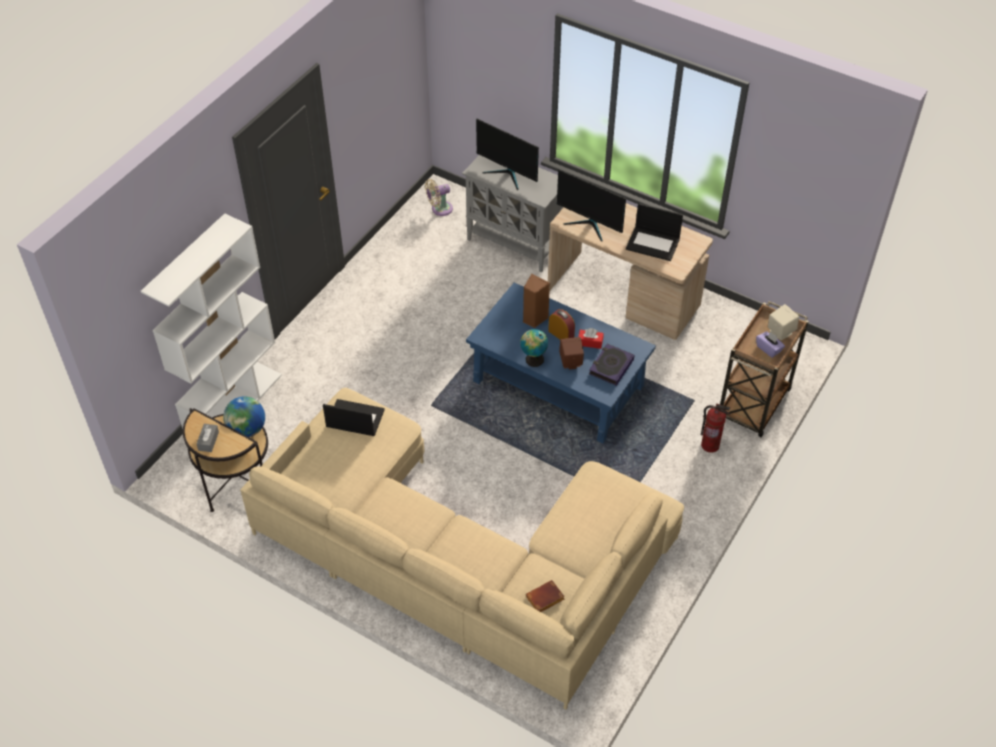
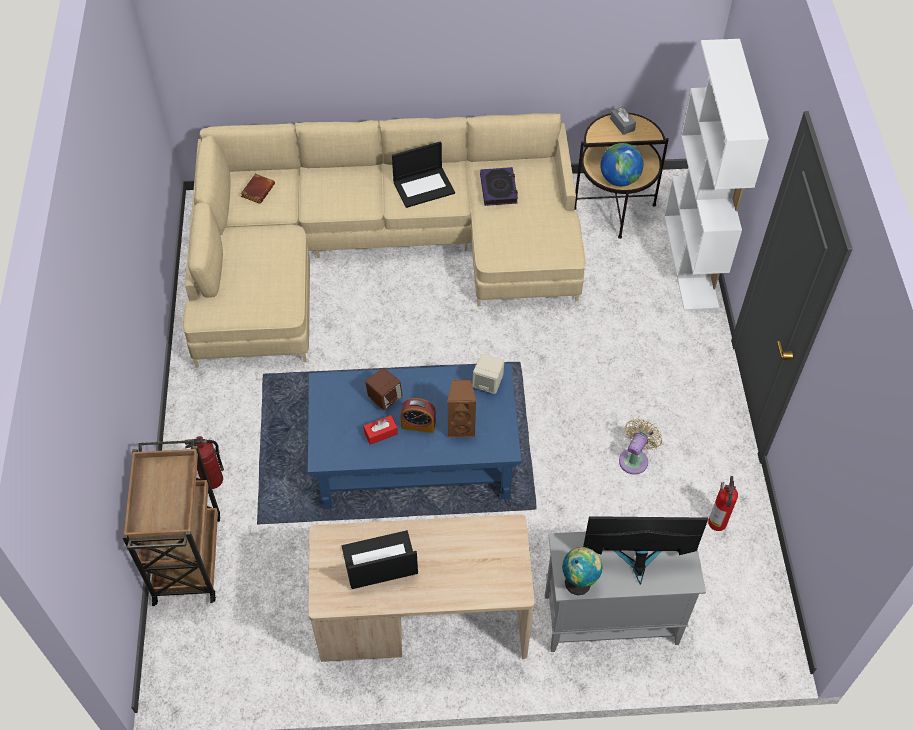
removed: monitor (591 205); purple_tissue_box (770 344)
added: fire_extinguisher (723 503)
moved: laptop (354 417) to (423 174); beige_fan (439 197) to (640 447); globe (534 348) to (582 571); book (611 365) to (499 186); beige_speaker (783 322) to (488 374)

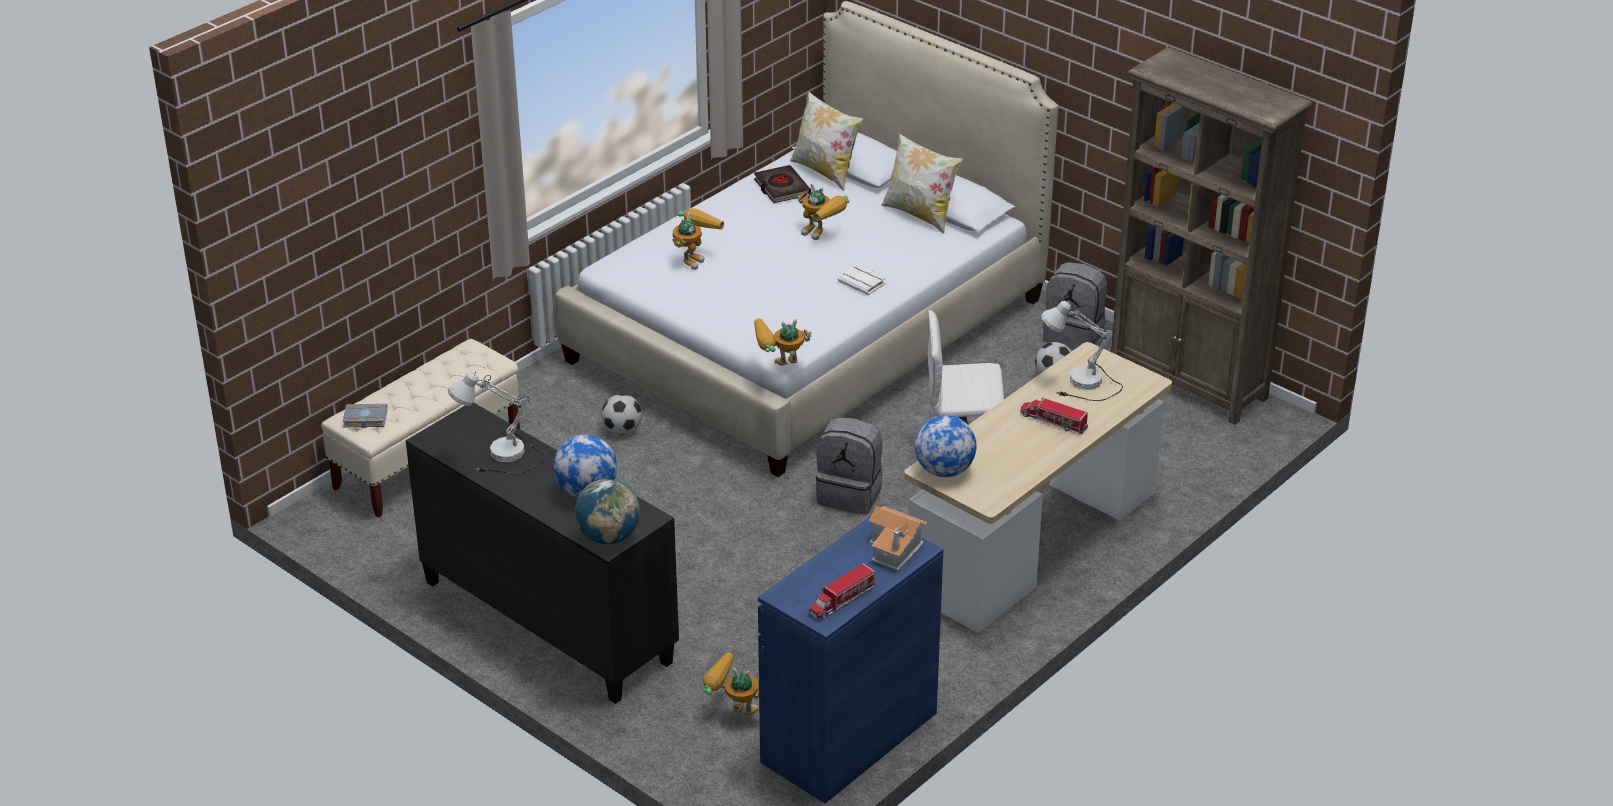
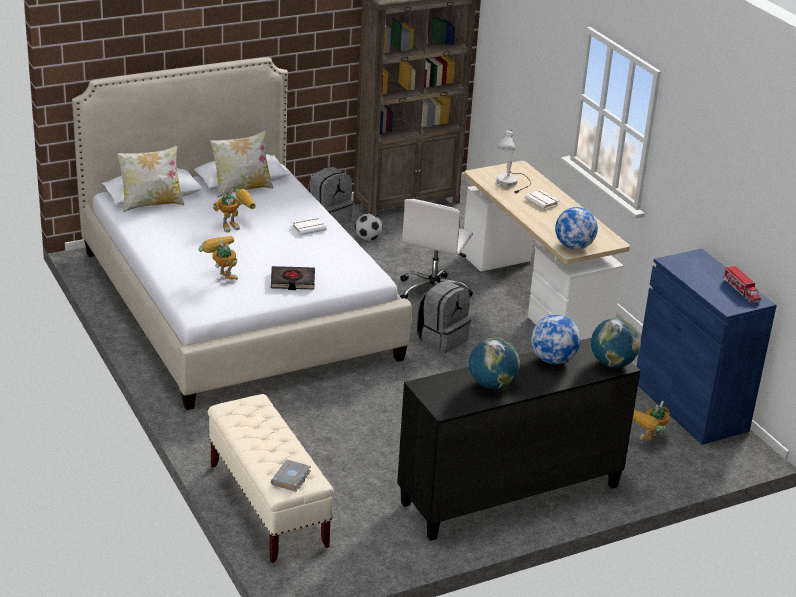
removed: football (621 414); toy_robot (782 342); toy_house (898 538)
moved: black_book (782 184) to (293 278)
replaced: white_table_lamp (497 423) to globe (494 363); toy_truck (1054 415) to white_book (542 200)

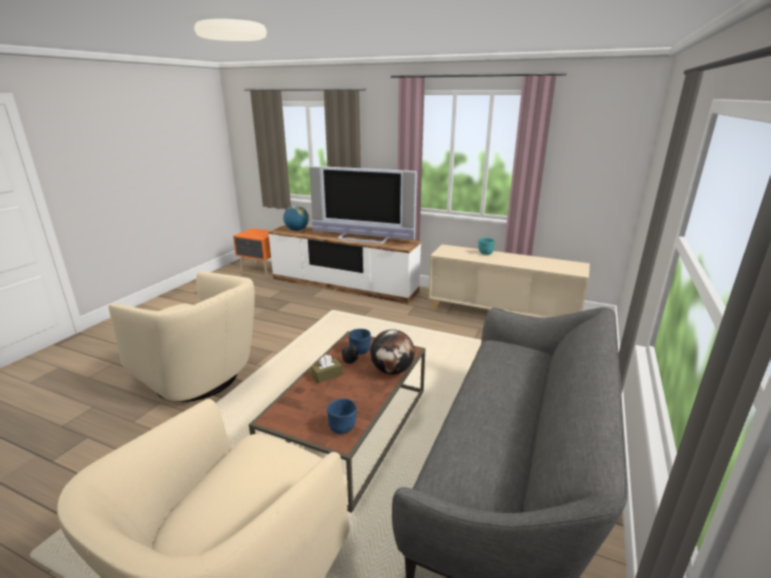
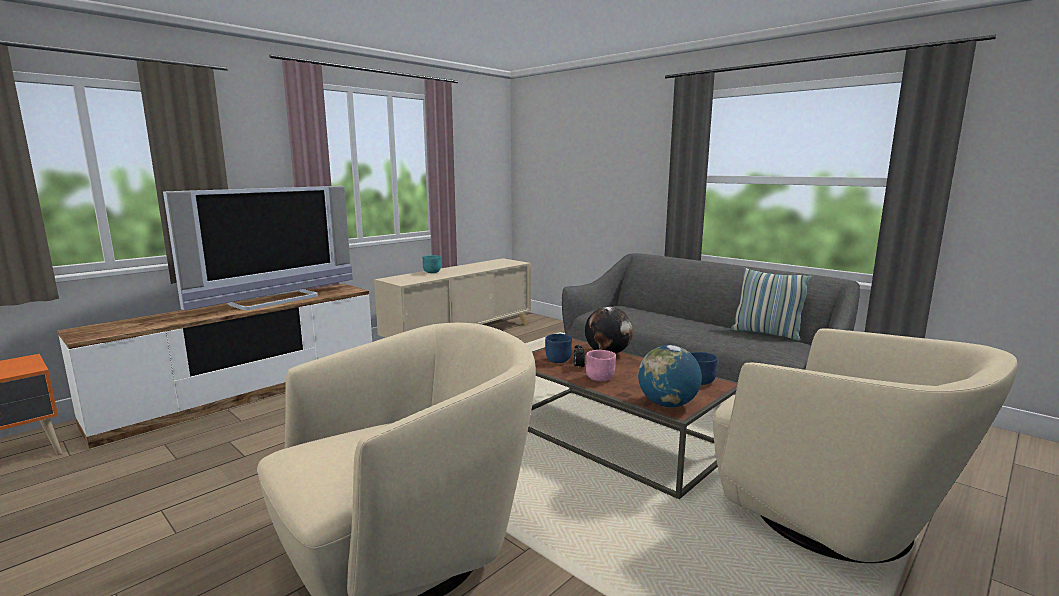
added: pillow (771 304)
moved: globe (296 218) to (670 376)
replaced: brown_tissue_box (327 369) to pink_bowl (601 365)

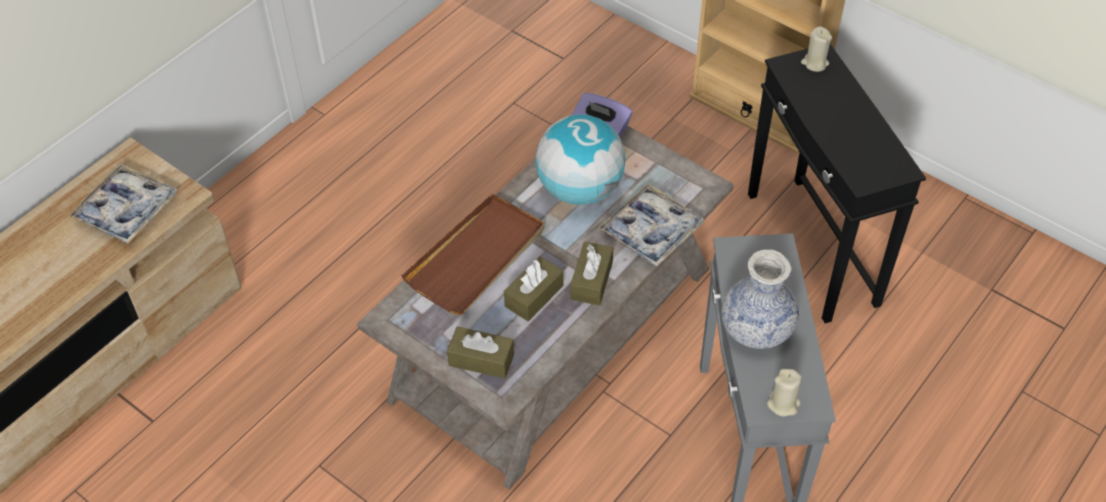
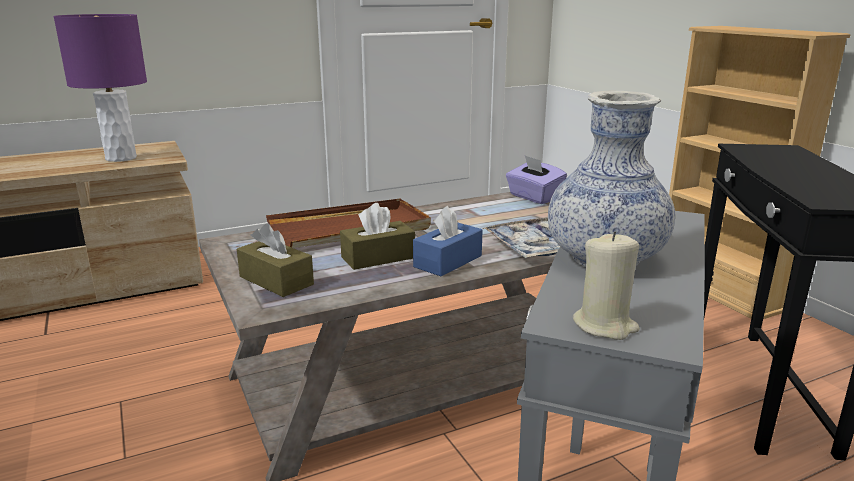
removed: globe (580 159); beige_candle (816 49)
replaced: tray (123 204) to purple_table_lamp (100 88)
recoloured: brown_tissue_box (591 274) to blue_tissue_box (448 241)

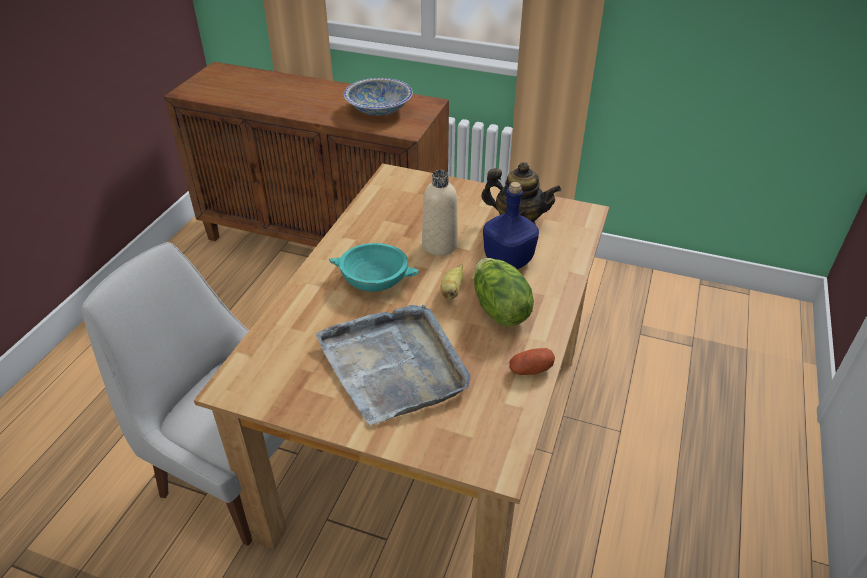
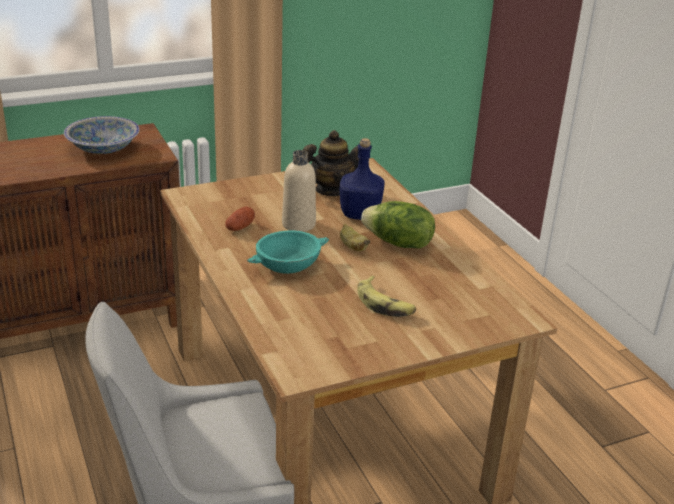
moved: potato (532 361) to (240 219)
replaced: grey_tray (392 365) to banana (386 296)

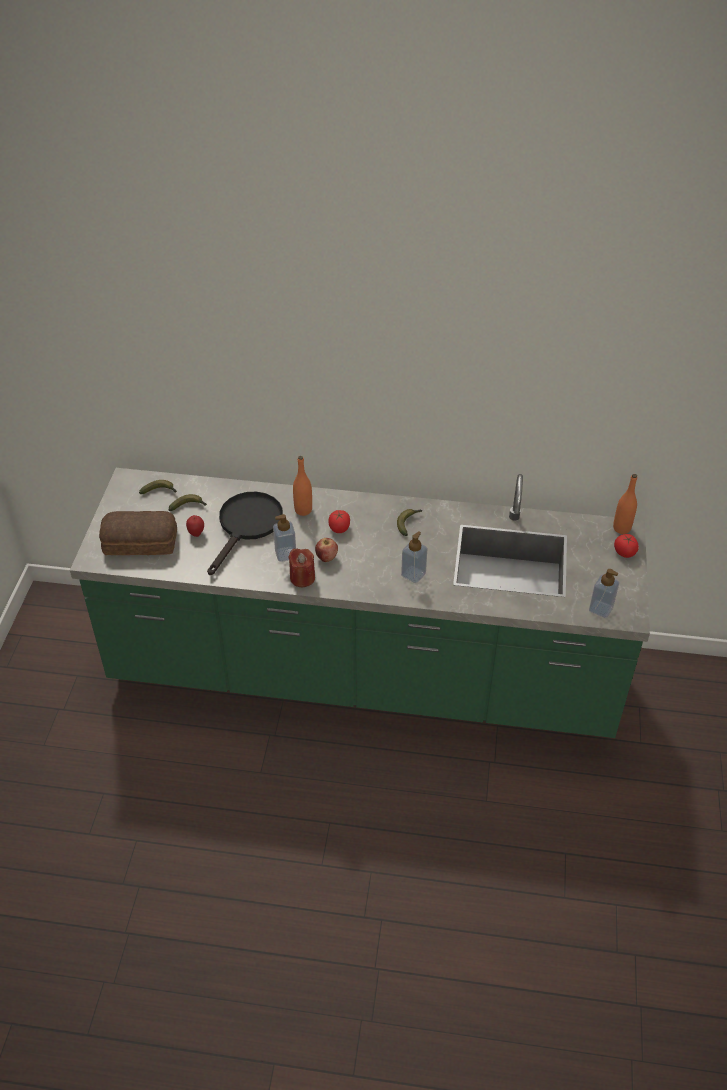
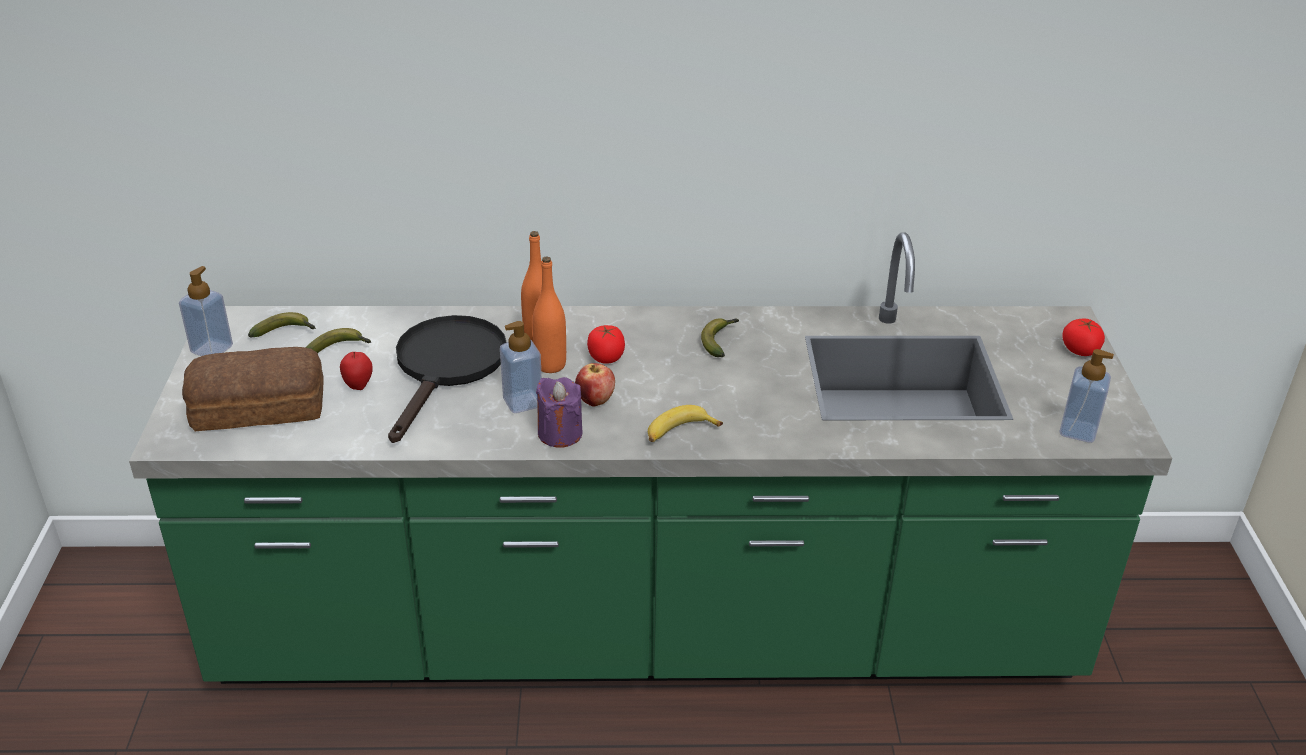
added: banana (685 423)
moved: soap_dispenser (414 557) to (206 311); orange_bottle (625 504) to (549 314)
recoloured: red_candle (301 568) to purple_candle (559 412)

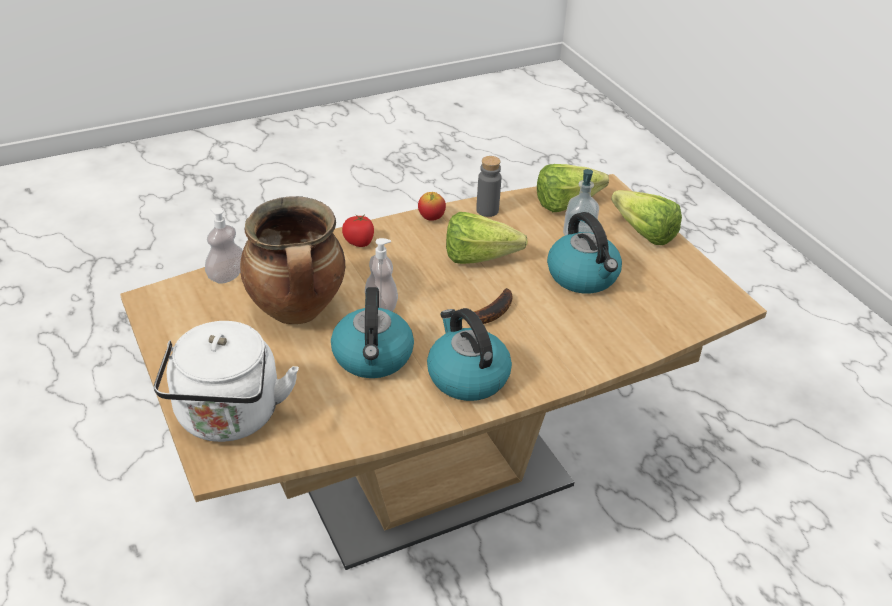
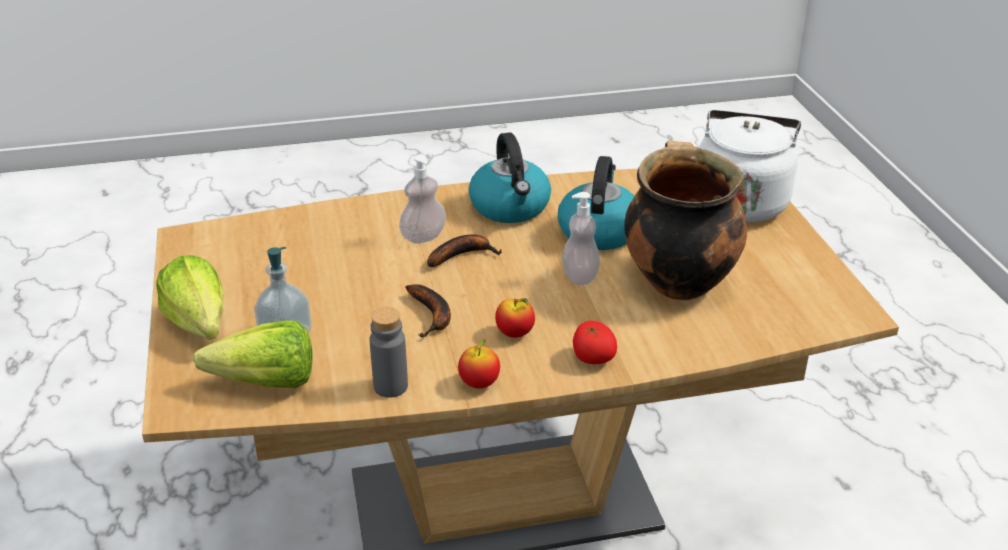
removed: kettle (584 253)
added: apple (515 318)
moved: soap_dispenser (224 246) to (422 199)
replaced: lettuce (487 238) to banana (428 310)

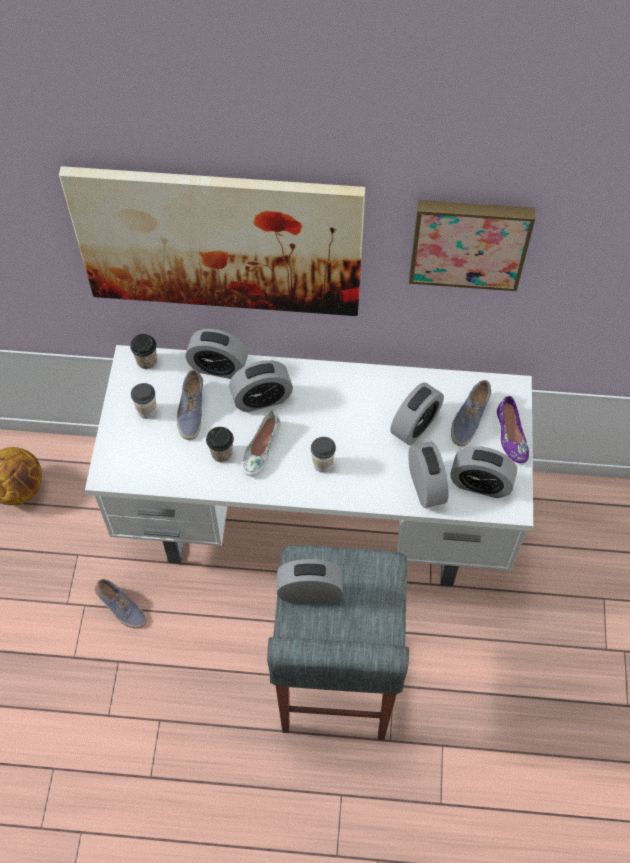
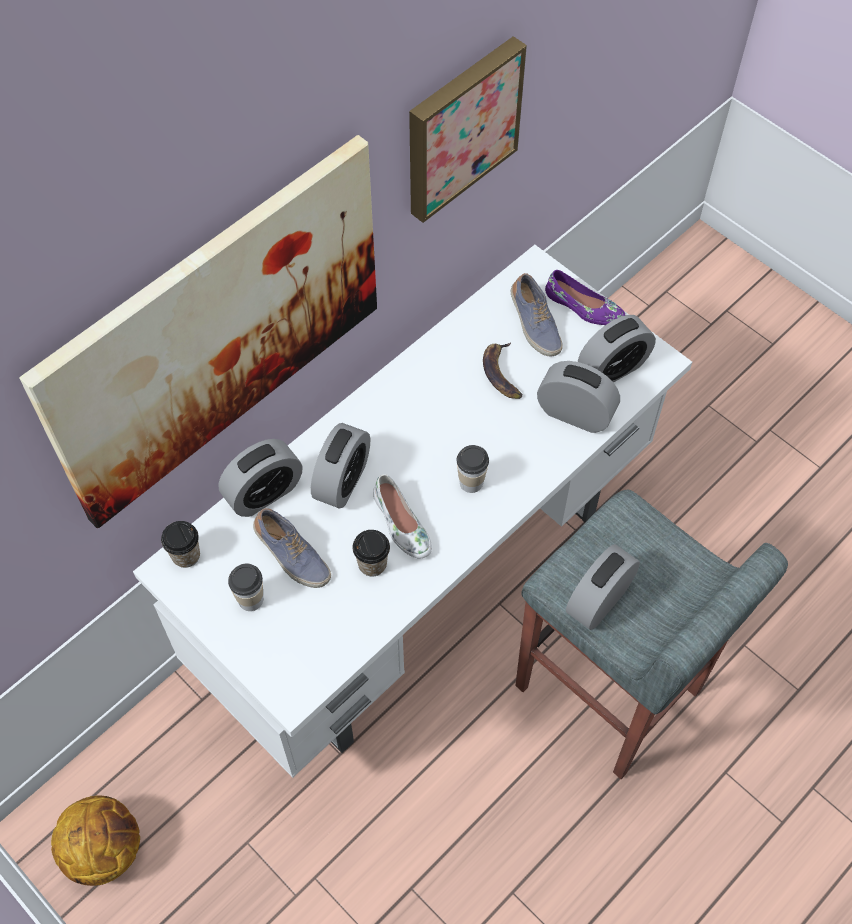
removed: shoe (121 604)
replaced: alarm_clock (417 413) to banana (502 370)

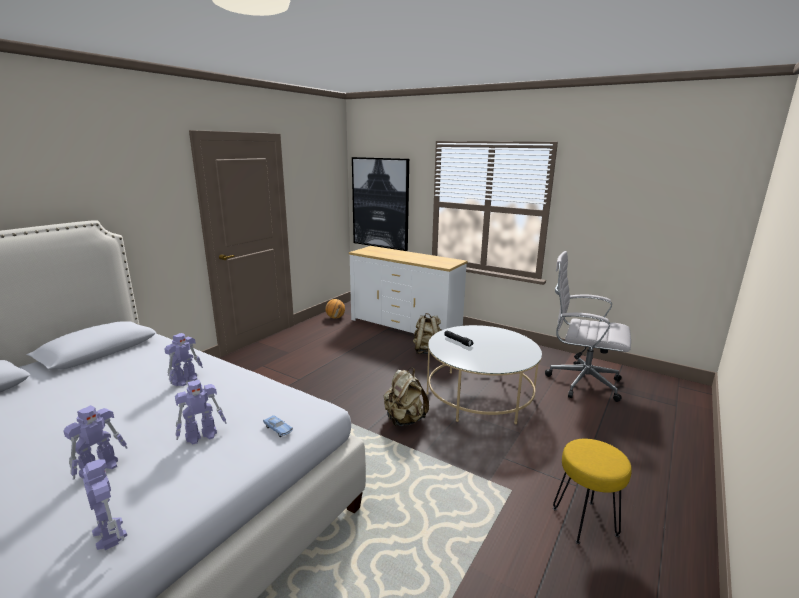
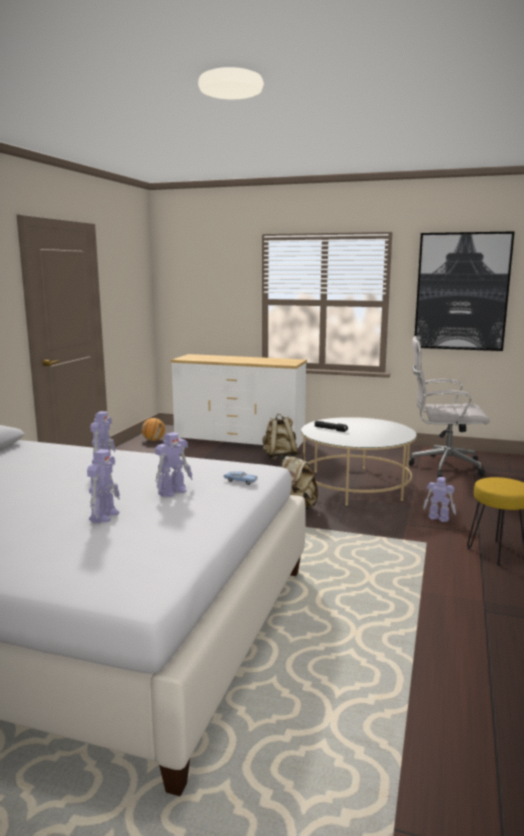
moved: toy_robot (105 504) to (439 499); picture (380 204) to (465 291)

